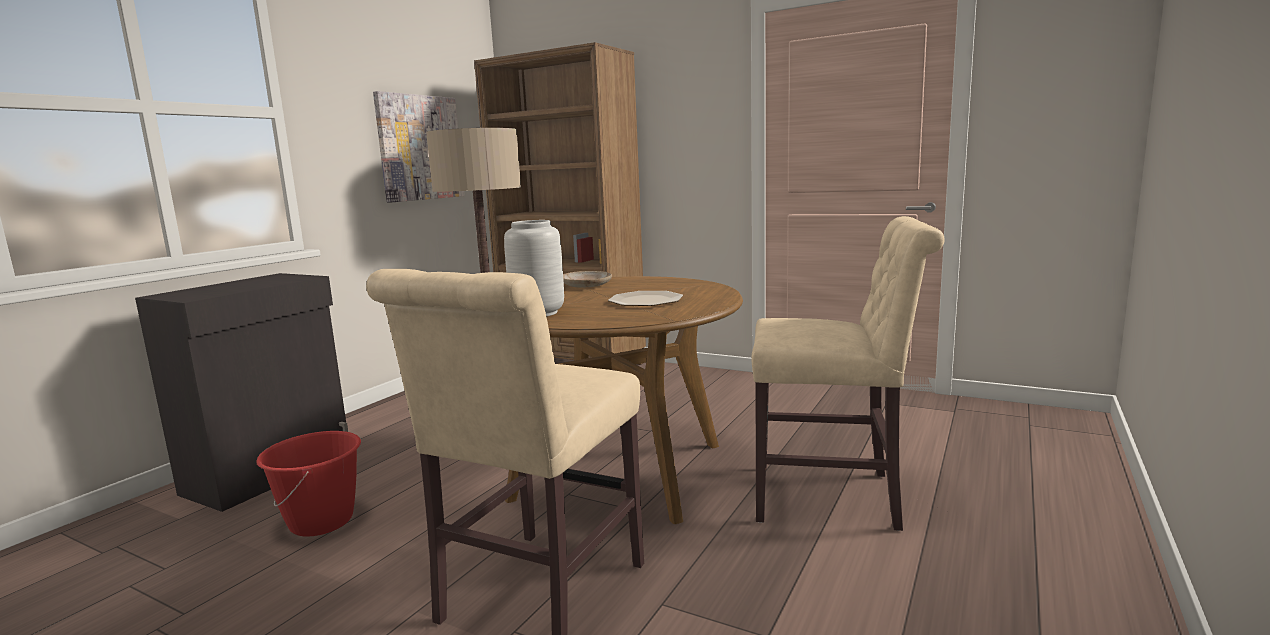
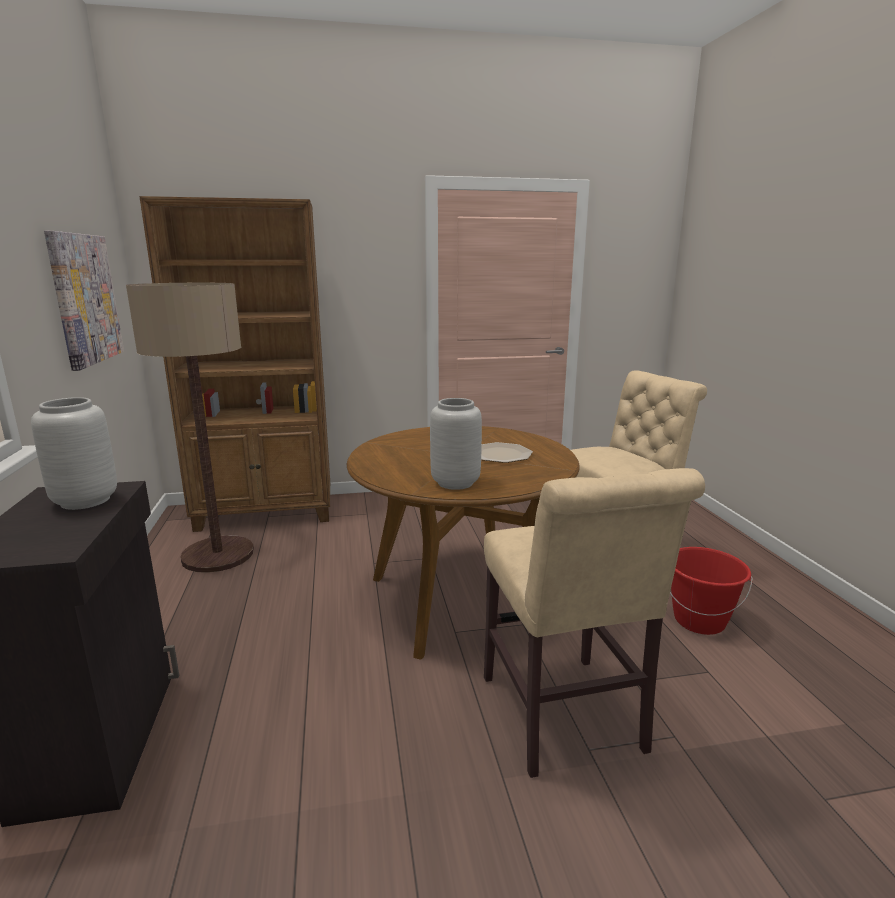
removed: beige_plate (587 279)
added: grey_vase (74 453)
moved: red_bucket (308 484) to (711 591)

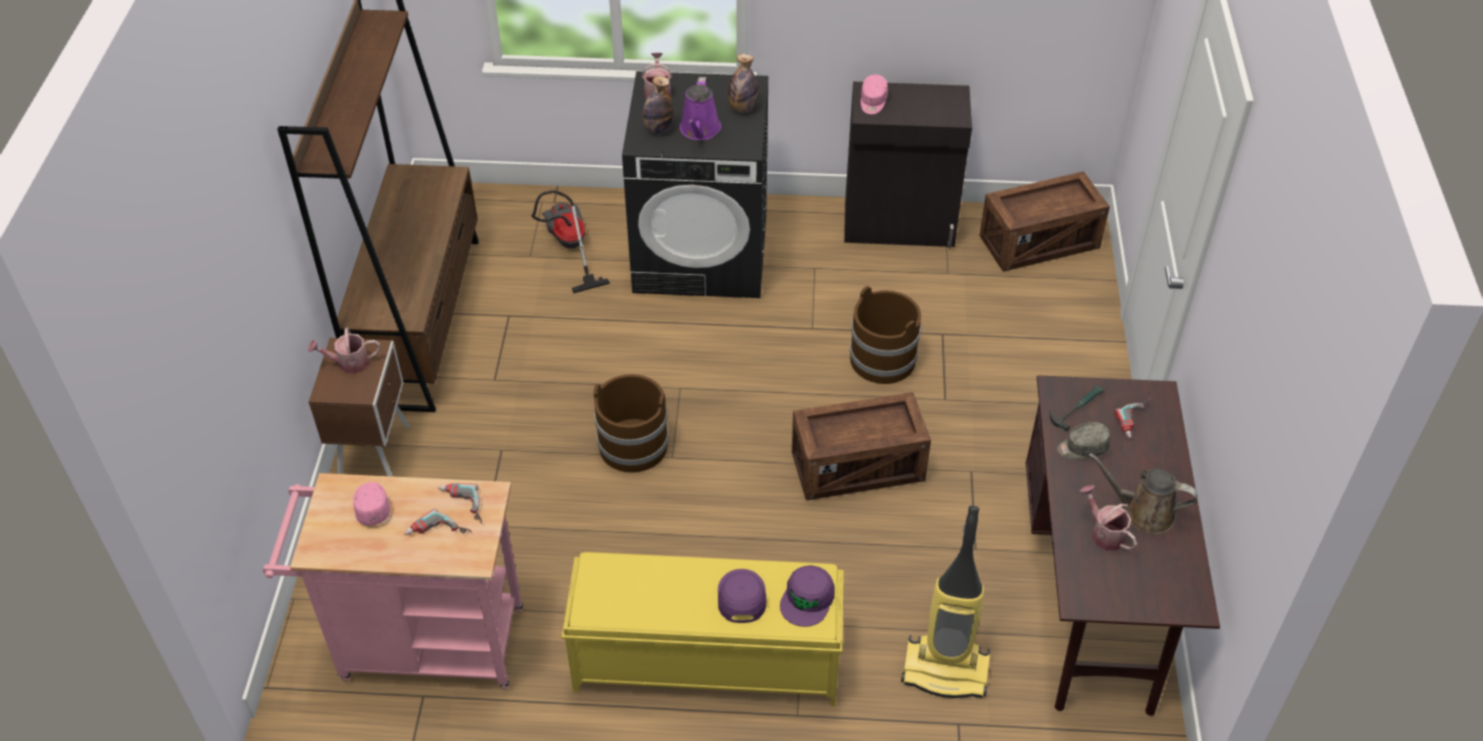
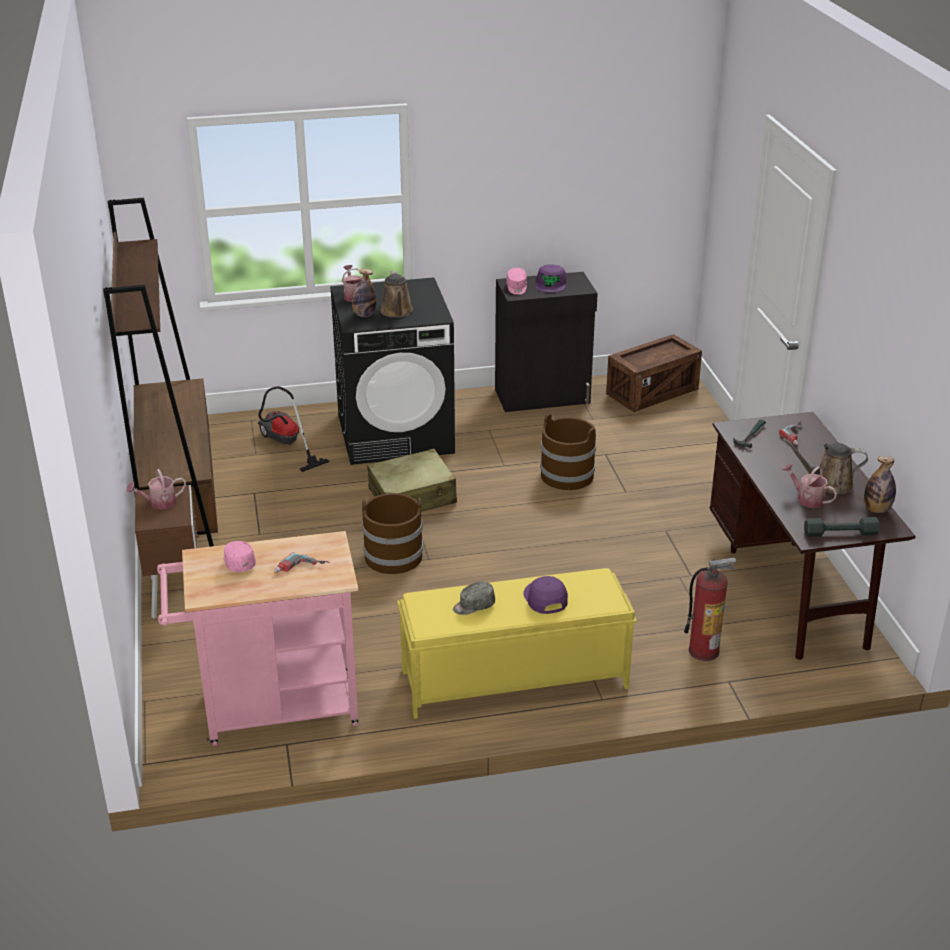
removed: power_drill (460 503); crate (861 446)
added: beige_suitcase (412 480); grey_dumbbell (842 527)
moved: bottle (743 83) to (880 484); purple_cap (807 596) to (551 279); grey_cap (1083 440) to (474 598)
replaced: vacuum_cleaner (946 602) to fire_extinguisher (710 609)
recoloured: purple_watering_can (700 108) to brown_watering_can (396 294)

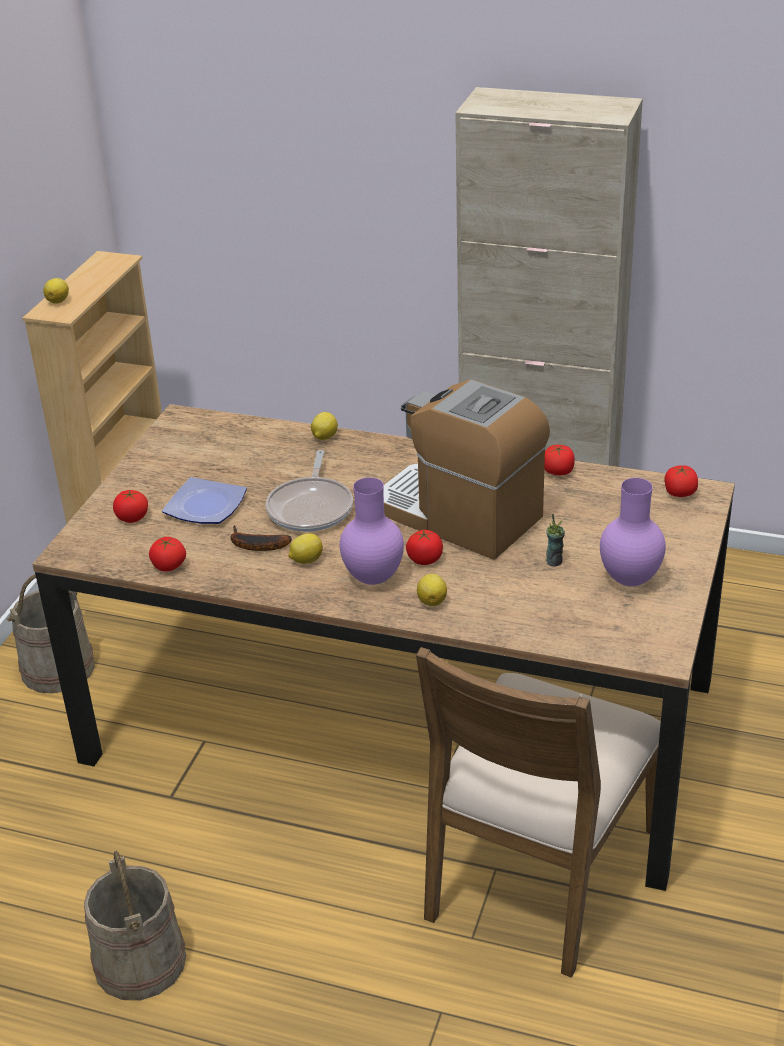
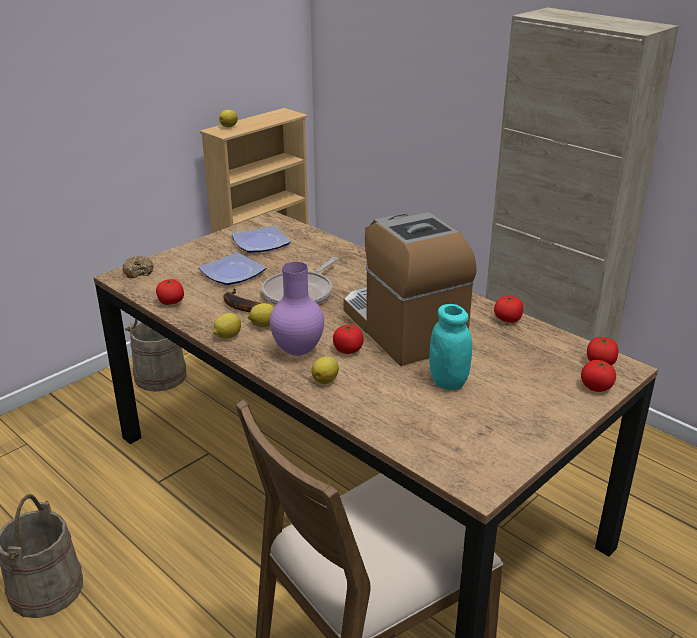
removed: purple_vase (633 532)
added: donut (138 267); plate (261 239)
moved: tomato (130 506) to (598 376); lemon (324 426) to (227 326)
replaced: cup (555 540) to turquoise_jar (450 347)

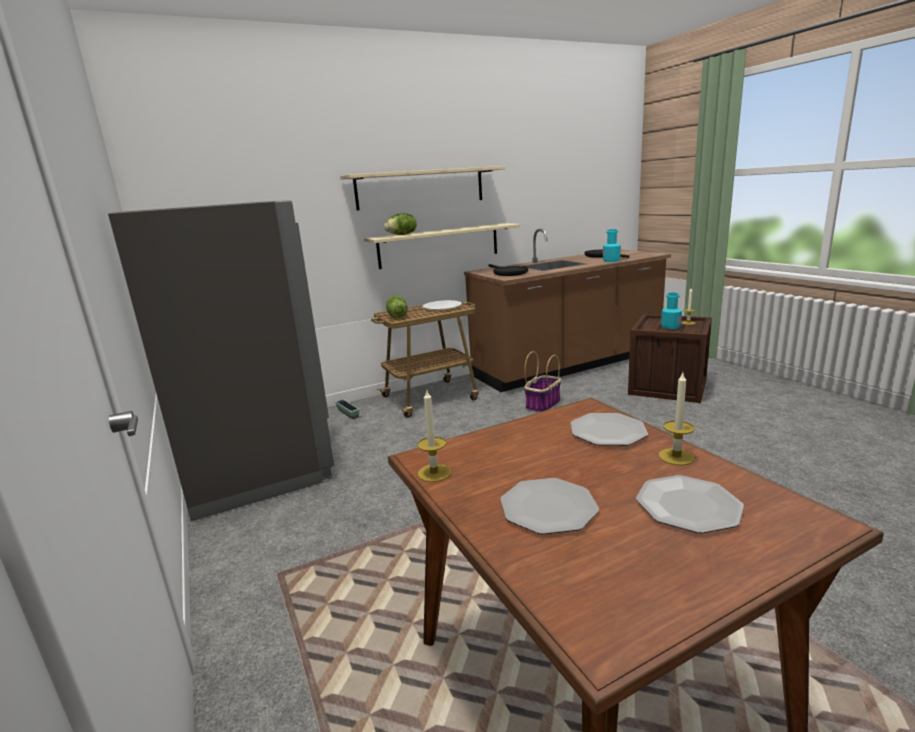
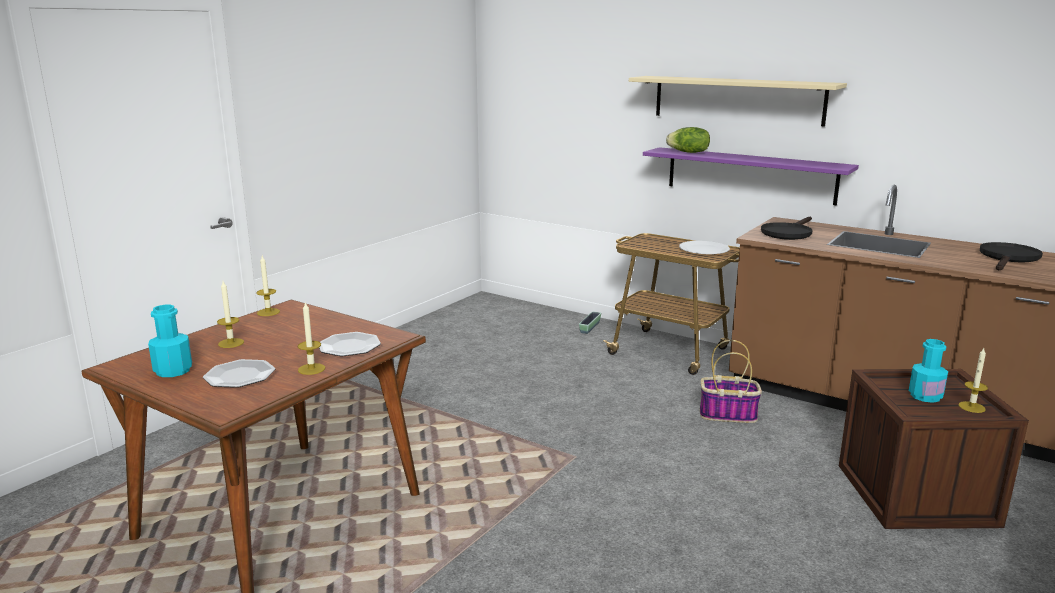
removed: grey_fridge (221 360); lettuce (397 307)
moved: turquoise_bottle (612 245) to (170 341)
replaced: plate (549 506) to candle (230 314)
recoloured: beige_shelf (442 246) to purple_shelf (751 176)

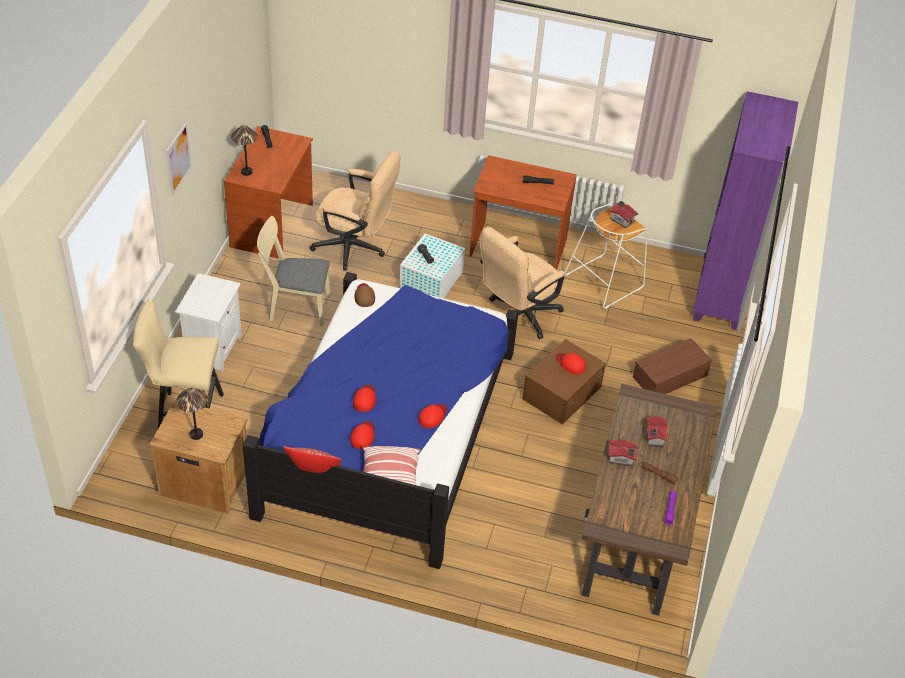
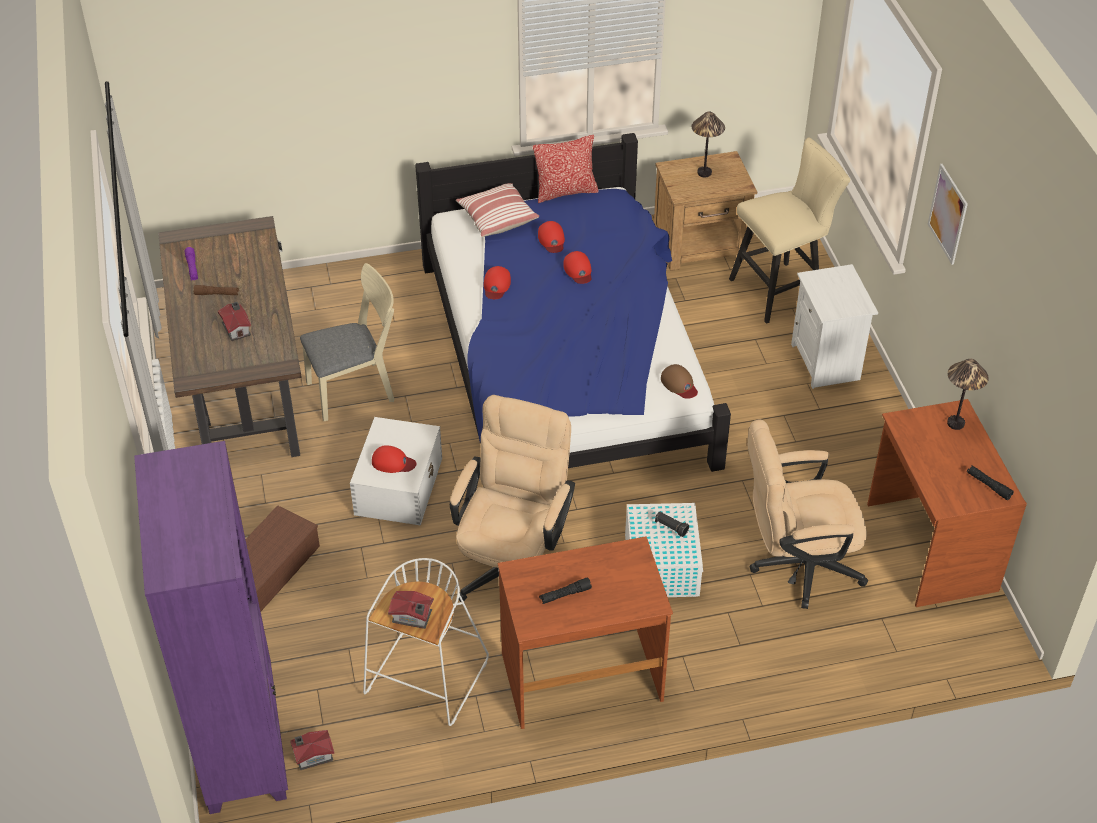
moved: beige_chair (293 271) to (347 342); toy_house (623 453) to (312 750)
recoloured: brown_storage_box (564 382) to white_storage_box (396 471)

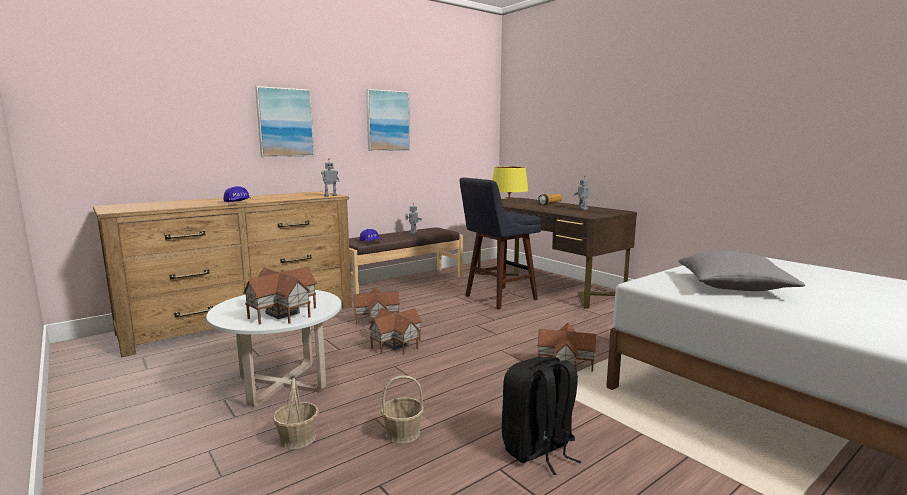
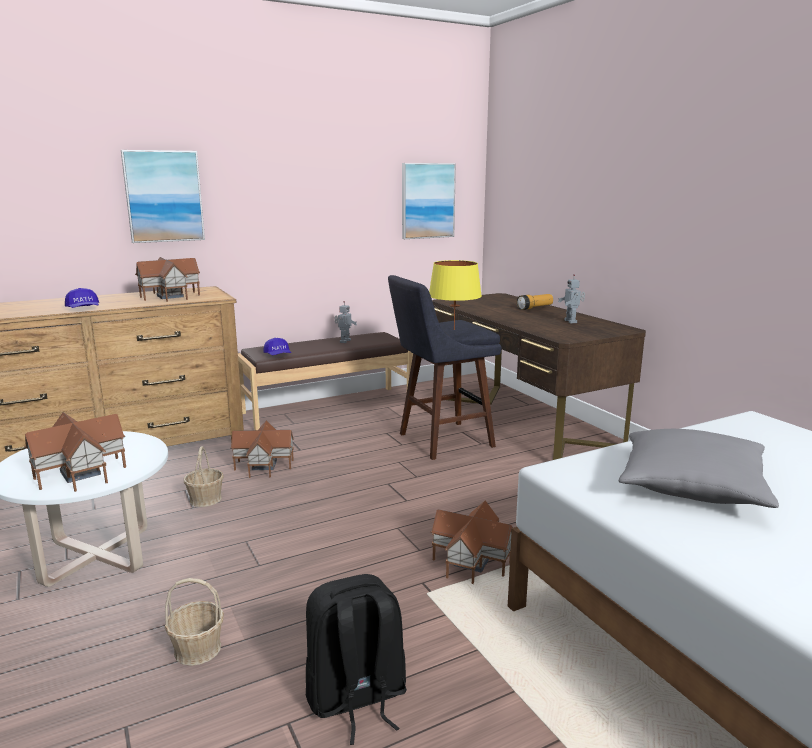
removed: toy_robot (330 177)
moved: basket (296 413) to (204 476); picture (388 120) to (429 201); toy_house (395 331) to (167 279)

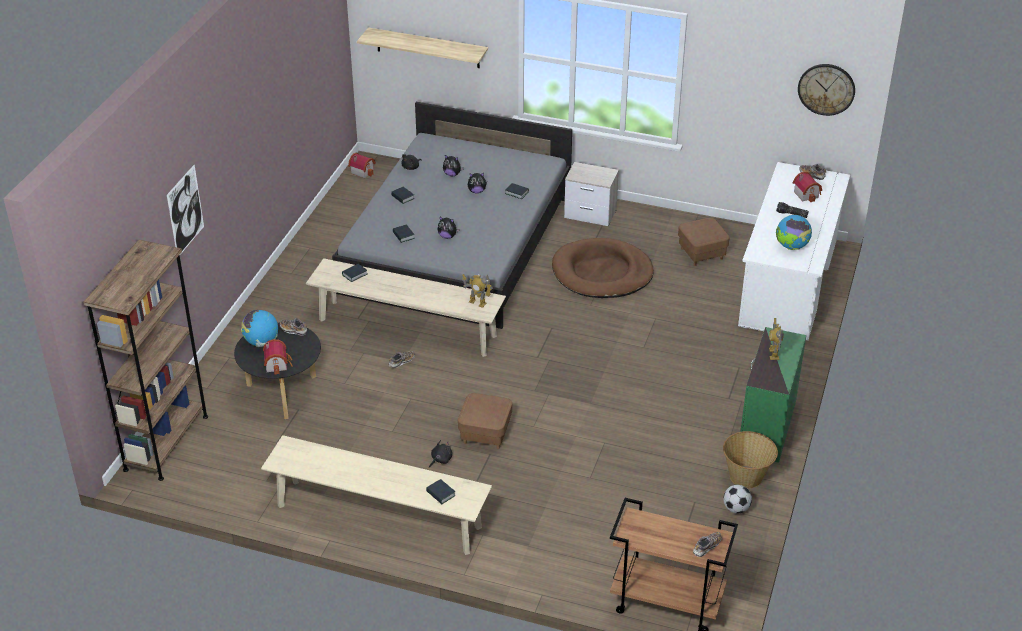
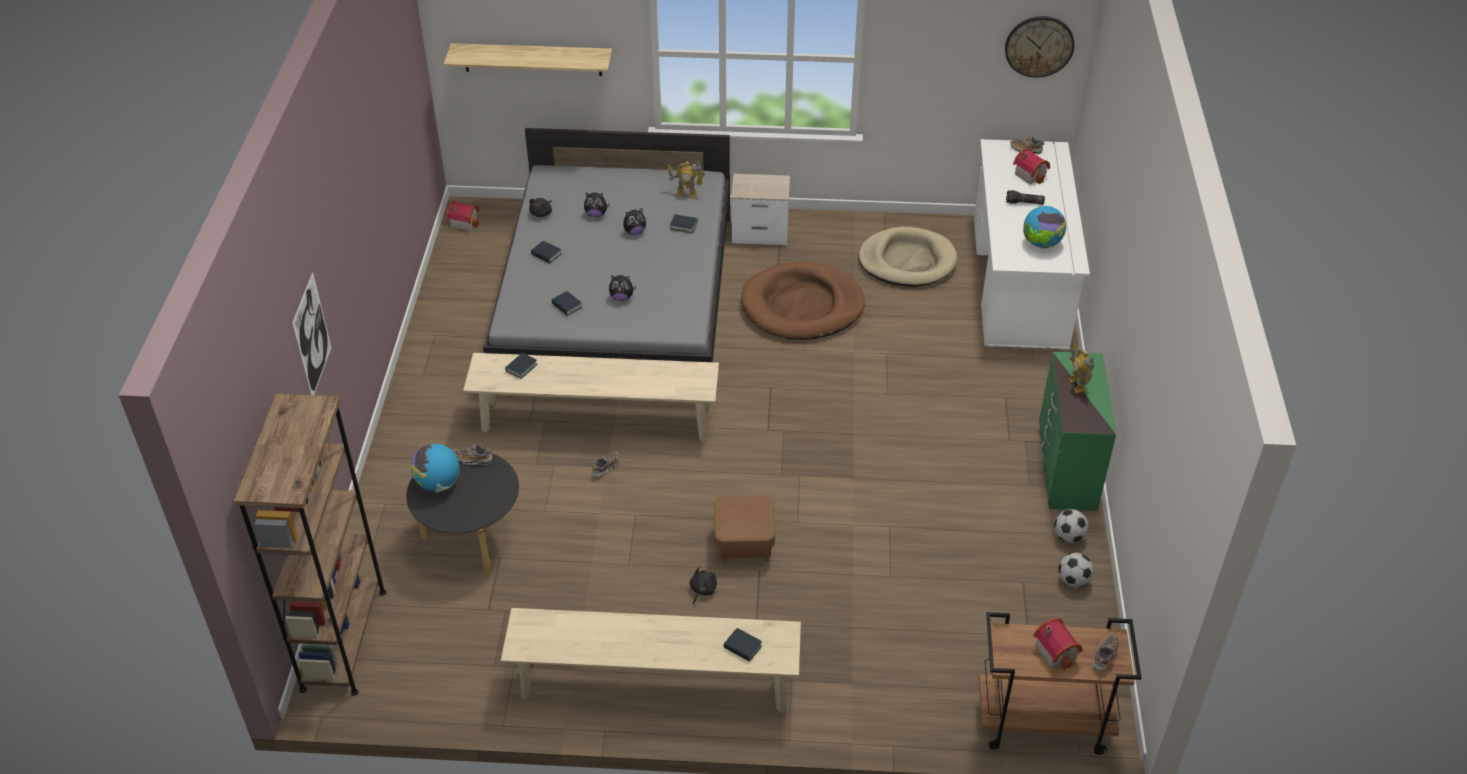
moved: toy_house (278 356) to (1058 644); toy_robot (477 291) to (686 180)
replaced: brown_ottoman (704 242) to beige_dog_bed (908 257); basket (750 459) to football (1071 526)

